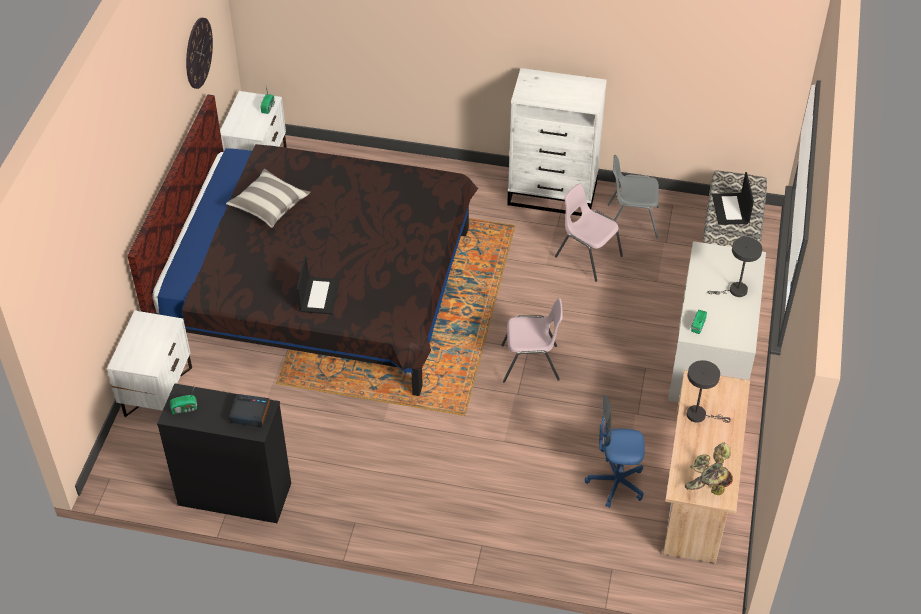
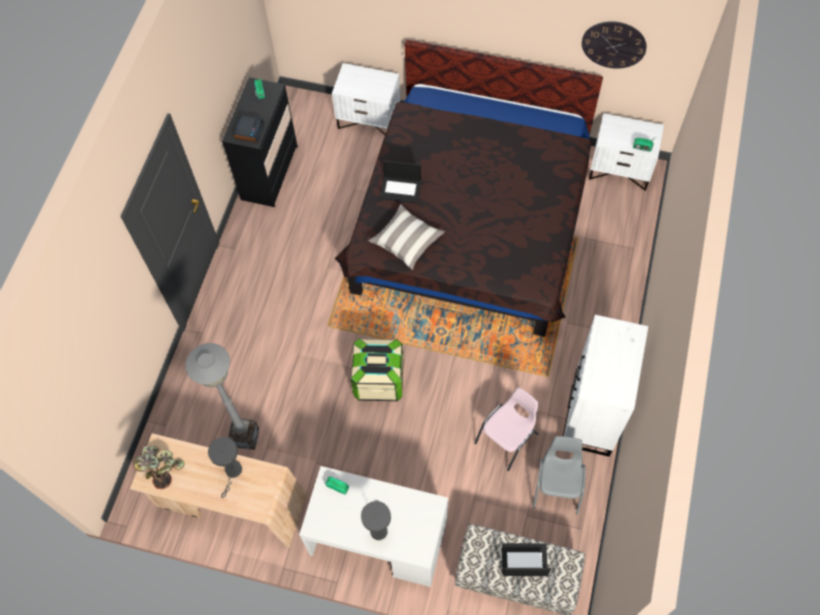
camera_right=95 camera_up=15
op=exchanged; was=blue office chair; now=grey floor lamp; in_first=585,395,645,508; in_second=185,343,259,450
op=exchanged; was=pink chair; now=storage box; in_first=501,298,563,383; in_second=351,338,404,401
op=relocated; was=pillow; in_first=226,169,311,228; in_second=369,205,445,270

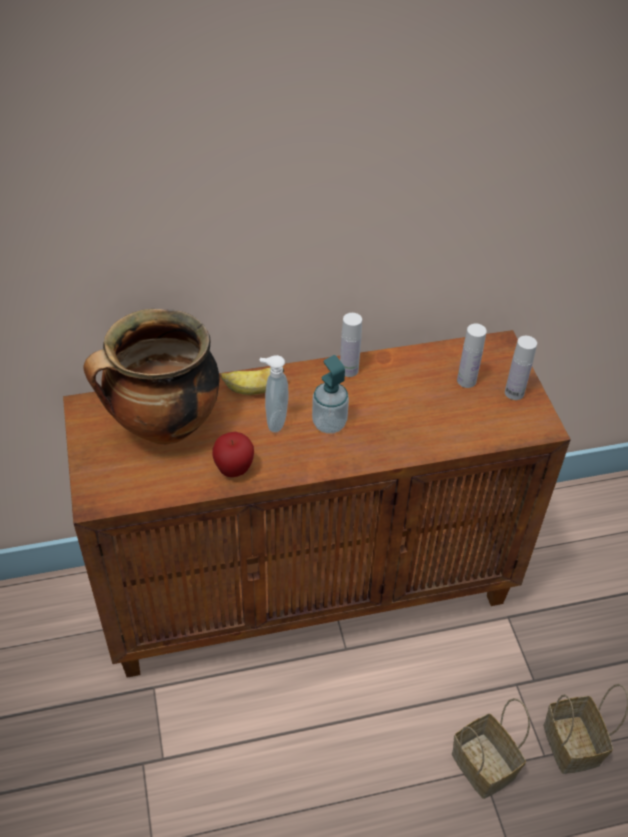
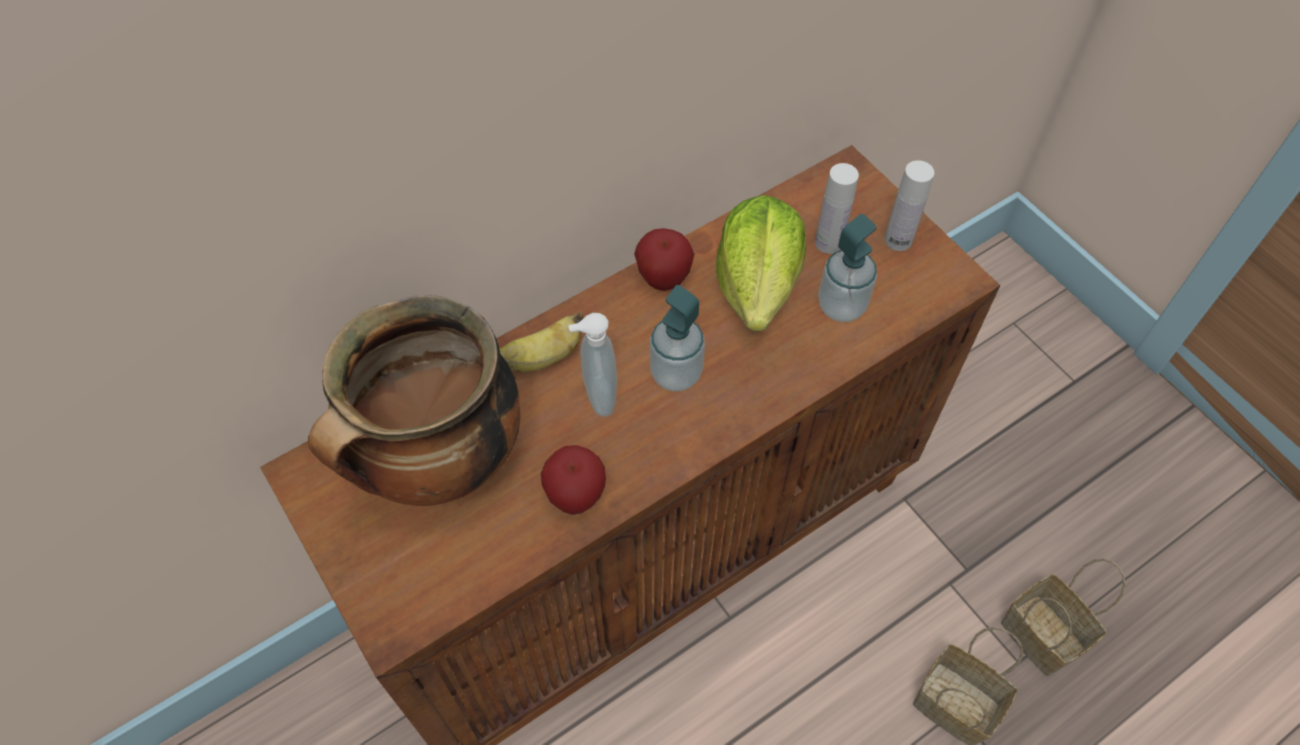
camera_right=-20 camera_up=10
op=exchanged; was=white bottle; now=apple; in_first=340,313,362,377; in_second=634,228,694,291
op=appeared; now=lettuce; in_second=716,195,806,331
op=appeared; now=soap dispenser; in_second=818,214,877,322

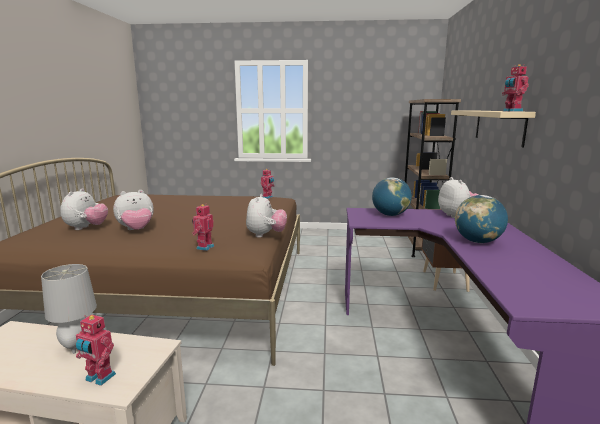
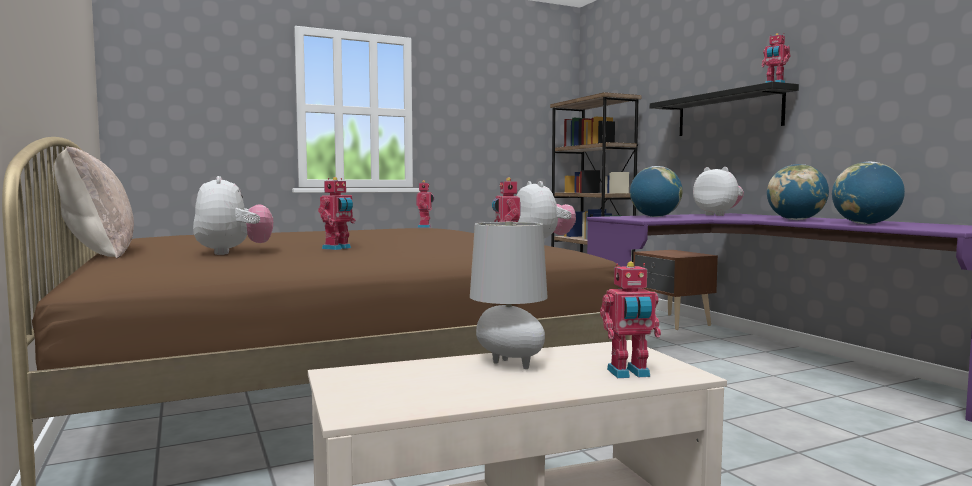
camera_right=-30 camera_up=-10
op=appeared; now=beige pillow; in_second=52,146,134,259
op=exchanged; was=plush toy; now=toy robot; in_first=113,190,154,230; in_second=318,177,356,250
op=colour; was=beige shelf; now=black shelf; in_first=451,111,536,147; in_second=650,82,799,136
op=appeared; now=globe; in_second=832,162,905,224

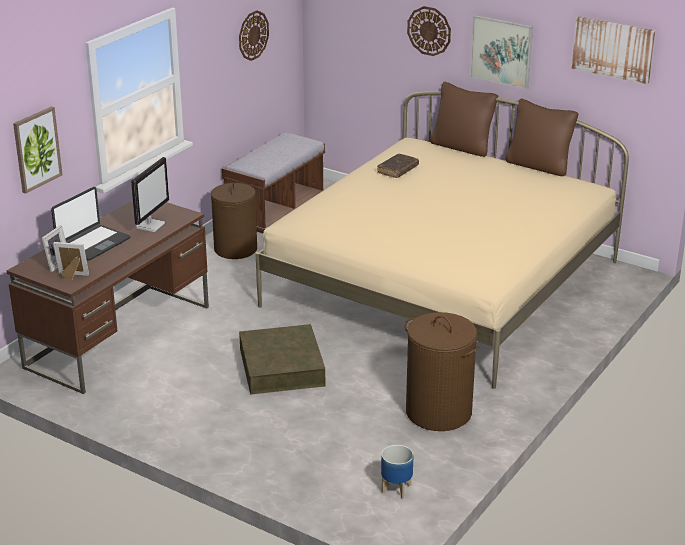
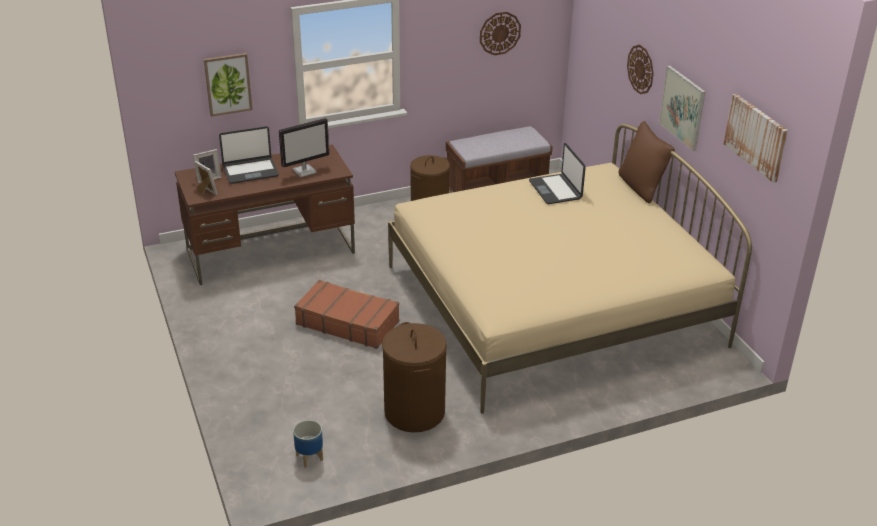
camera_right=35 camera_up=5
op=exchanged; was=brown storage box; now=brown suitcase; in_first=239,324,325,395; in_second=294,280,399,349
op=exchanged; was=brown book; now=laptop; in_first=377,154,419,178; in_second=529,143,586,204
op=missing; was=brown pillow; in_first=505,98,578,176

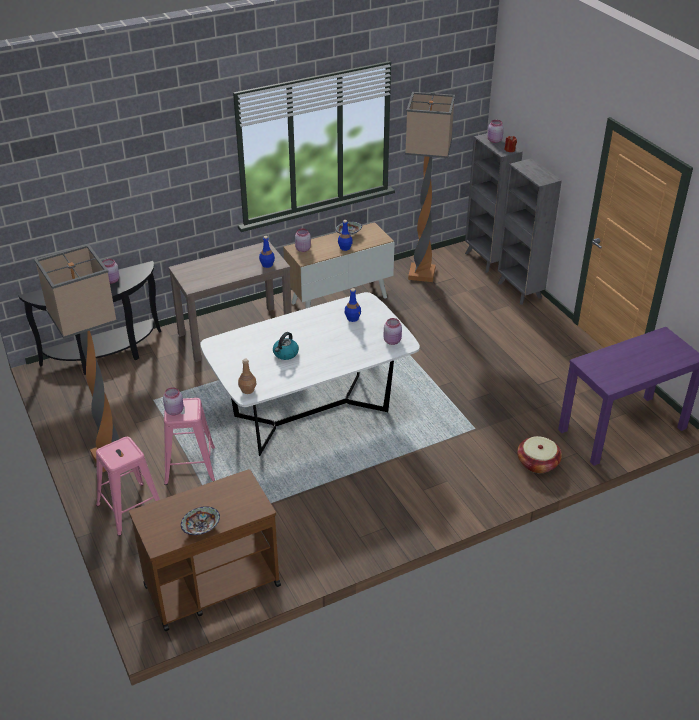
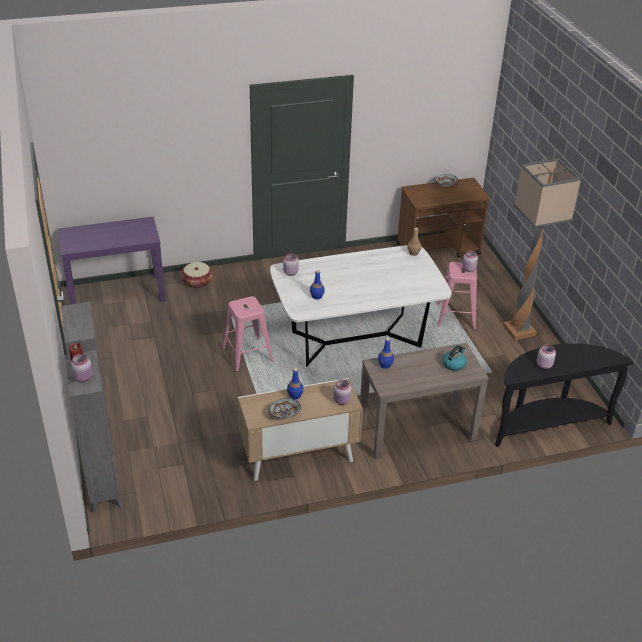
camera_right=-170 camera_up=0
op=relocated; was=pink stool; in_first=96,437,160,536; in_second=222,296,274,372
op=relocated; was=kettle; in_first=273,332,299,360; in_second=442,345,466,371
op=missing; was=floor lamp; in_first=405,92,455,282

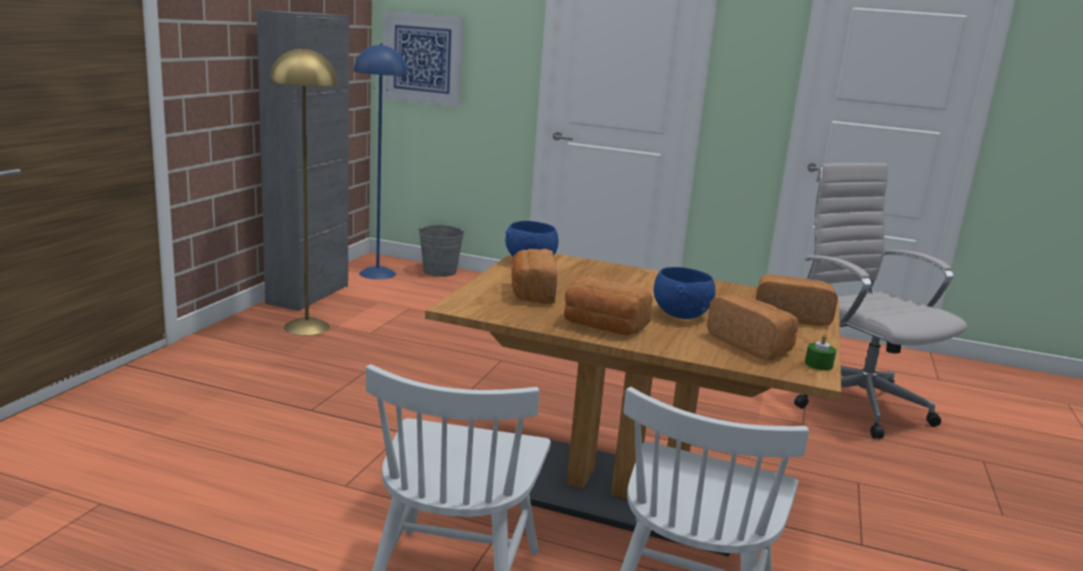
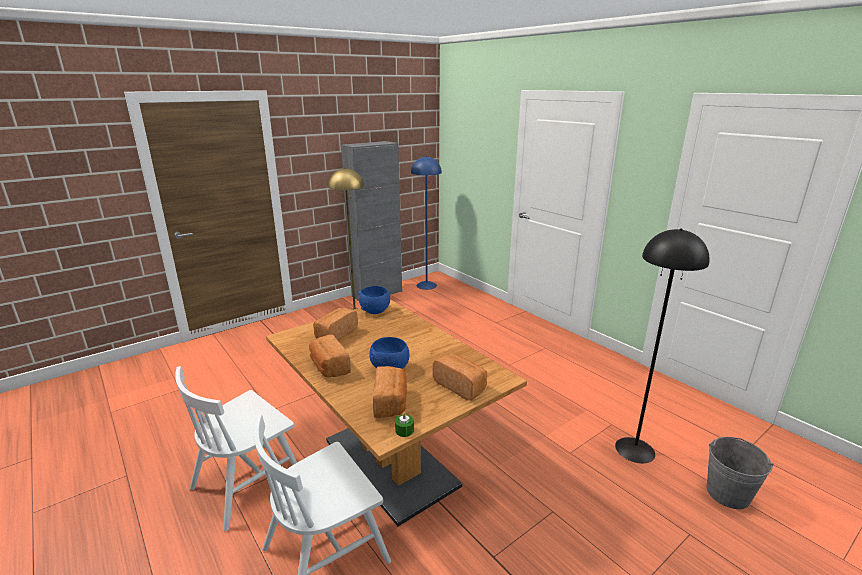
camera_right=35 camera_up=5
op=exchanged; was=white office chair; now=black floor lamp; in_first=794,163,967,439; in_second=615,229,710,463
op=relocated; was=grey bucket; in_first=419,225,465,277; in_second=707,437,774,509
op=missing; was=picture; in_first=383,11,464,107

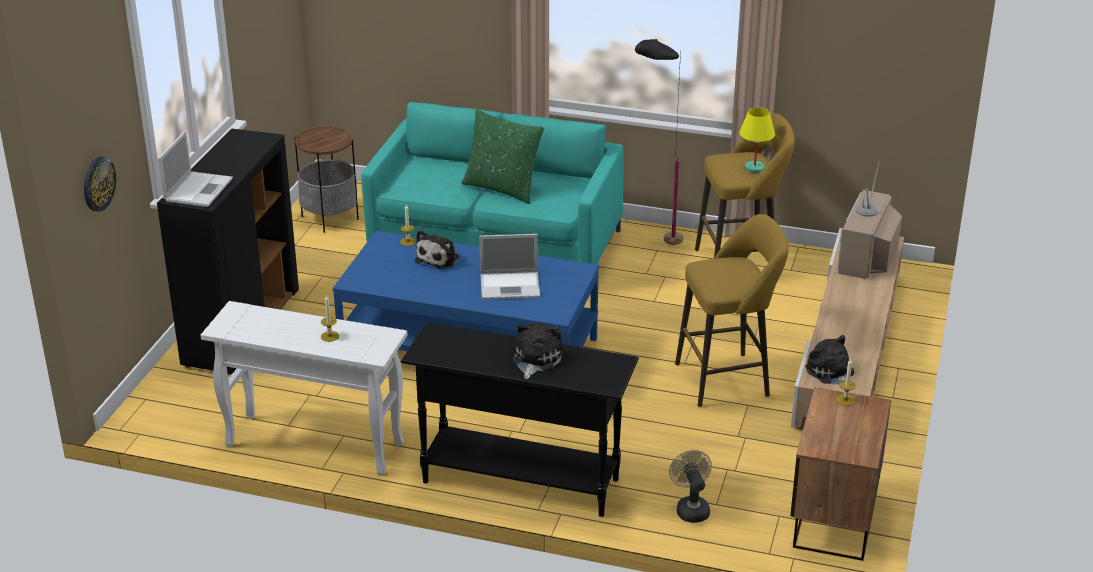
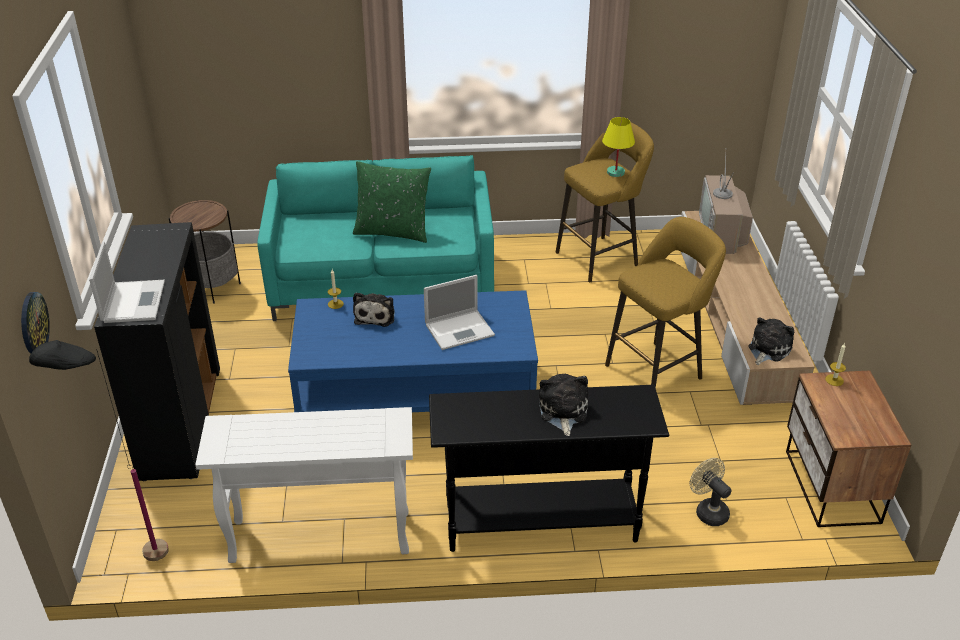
camera_right=-20 camera_up=5
op=relocated; was=black floor lamp; in_first=635,39,683,245; in_second=29,340,169,561
op=spun; was=plush toy; in_first=805,335,854,385; in_second=748,317,794,365; clockwise=90
op=missing; was=candle; in_first=321,295,339,342

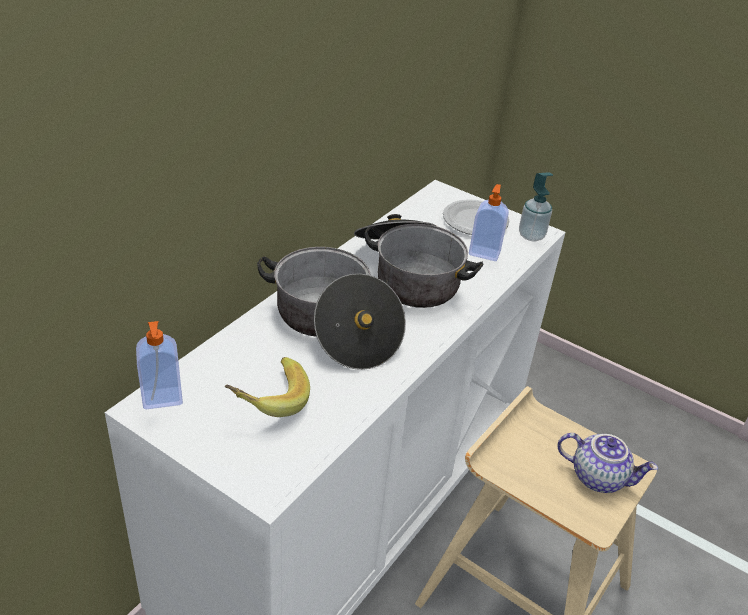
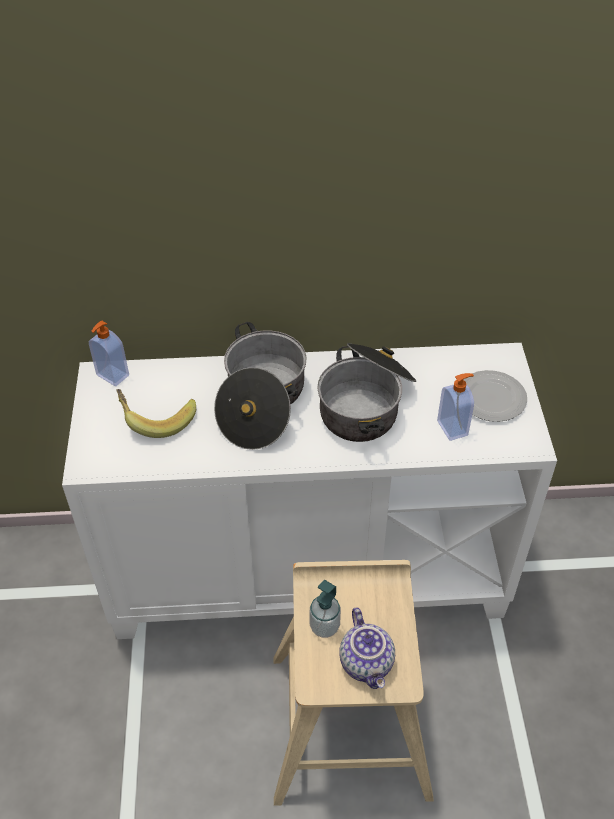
camera_right=55 camera_up=10
op=relocated; was=soap dispenser; in_first=519,172,553,241; in_second=310,580,341,638

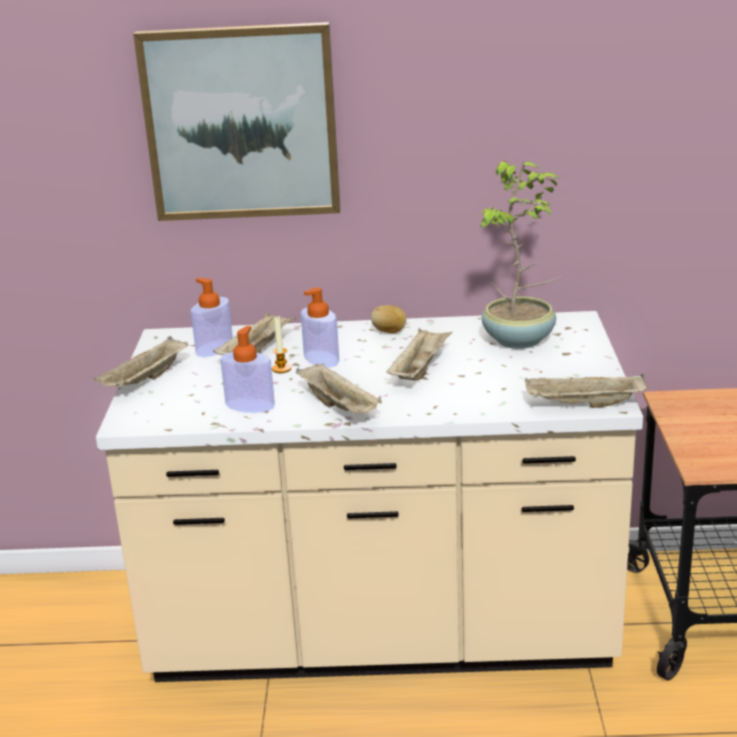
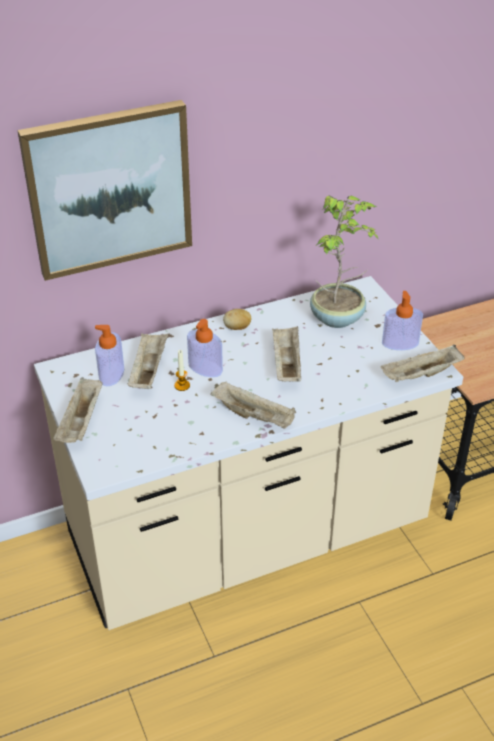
camera_right=-25 camera_up=15
op=relocated; was=soap dispenser; in_first=220,326,275,413; in_second=382,291,423,350

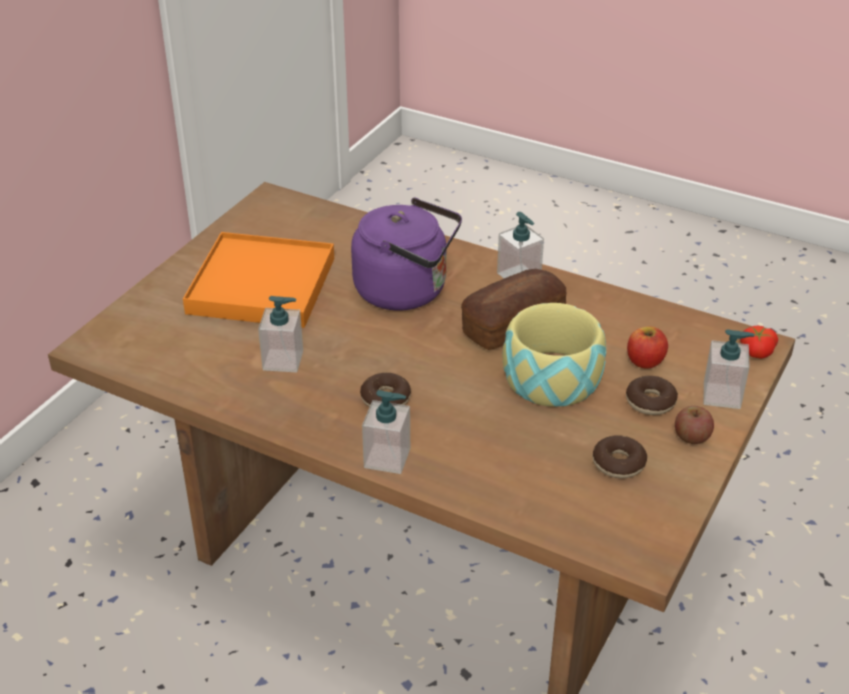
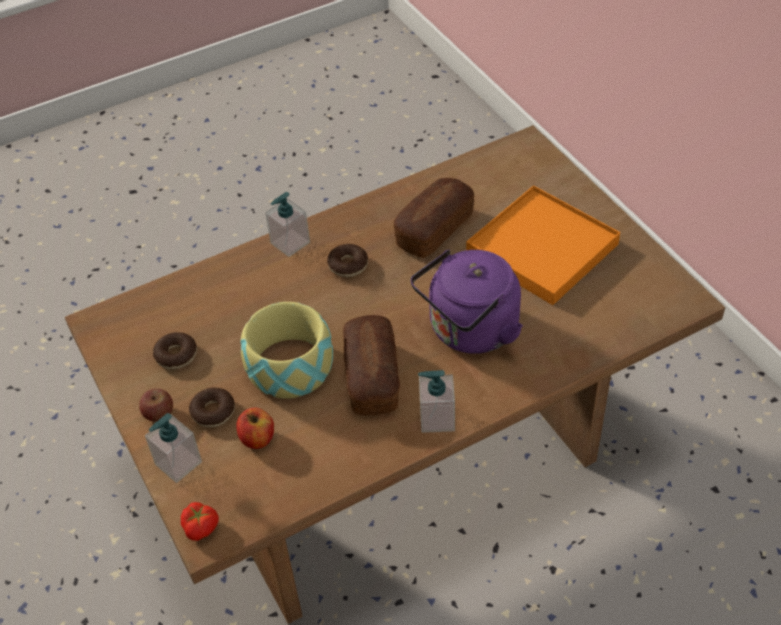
camera_right=125 camera_up=10
op=exchanged; was=soap dispenser; now=bread; in_first=258,296,303,372; in_second=394,178,474,258

